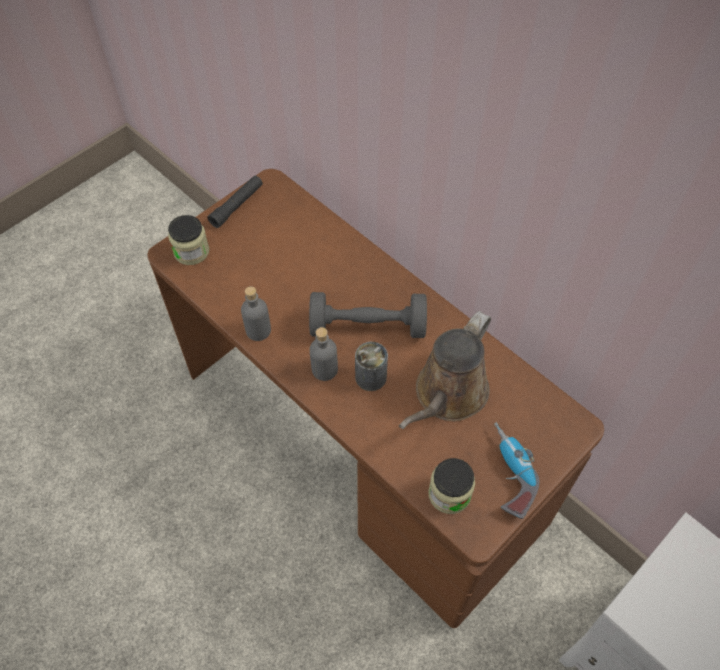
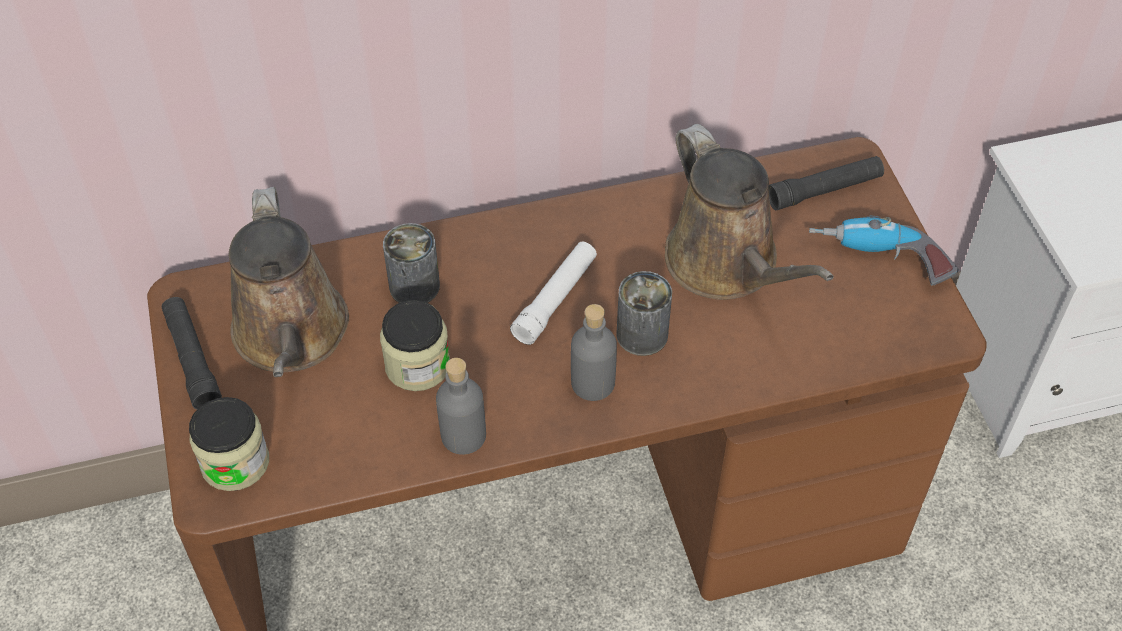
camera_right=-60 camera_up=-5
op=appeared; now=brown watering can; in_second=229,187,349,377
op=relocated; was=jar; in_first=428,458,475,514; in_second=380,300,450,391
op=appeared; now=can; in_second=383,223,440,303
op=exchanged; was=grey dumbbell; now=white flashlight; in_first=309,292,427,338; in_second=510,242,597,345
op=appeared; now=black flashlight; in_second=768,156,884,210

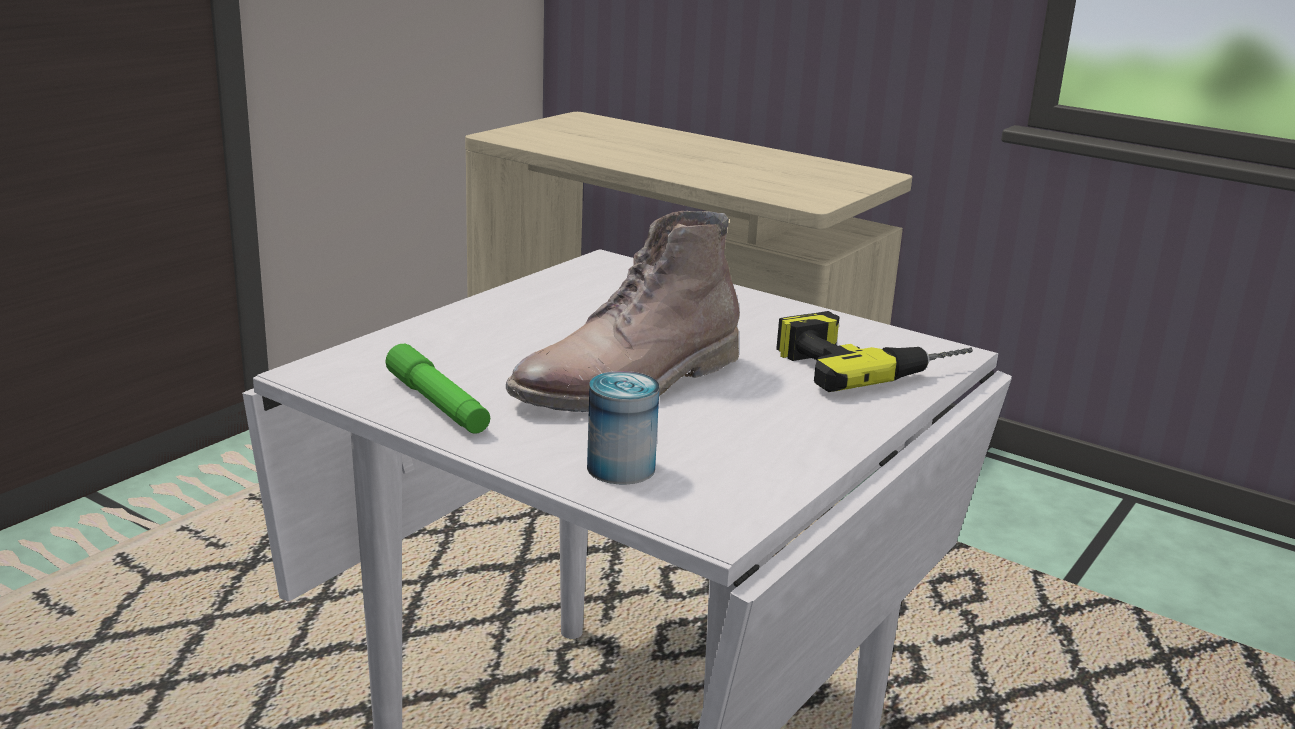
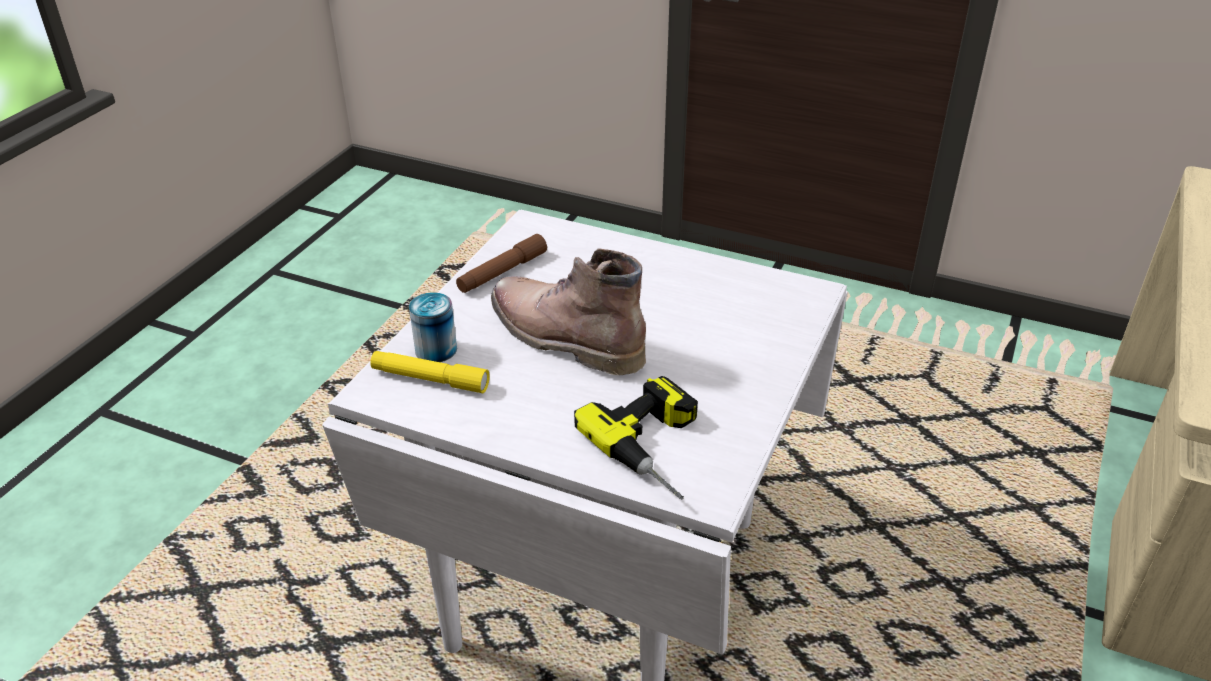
camera_right=80 camera_up=15
op=appeared; now=yellow flashlight; in_second=370,351,490,393
op=colour; was=green flashlight; now=brown flashlight; in_first=386,344,490,434; in_second=456,234,547,293

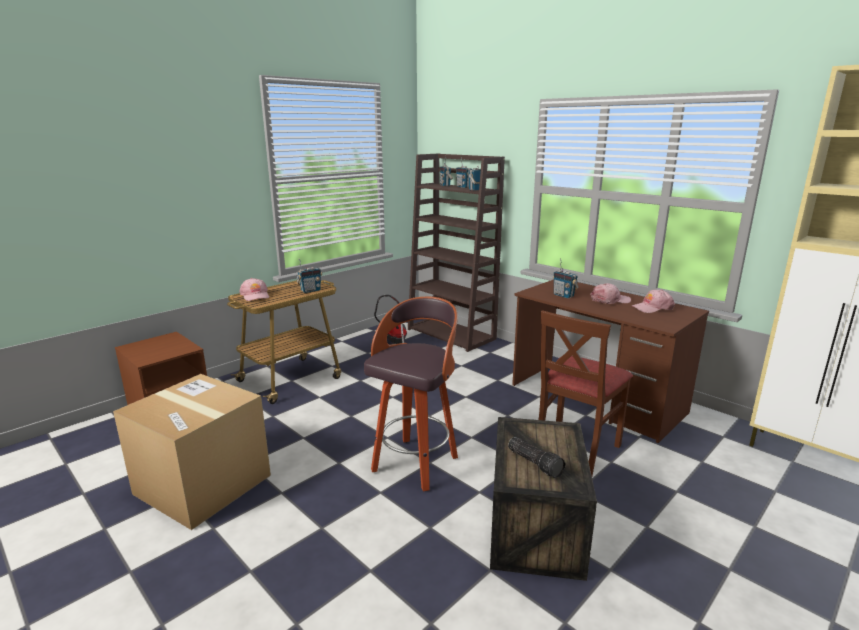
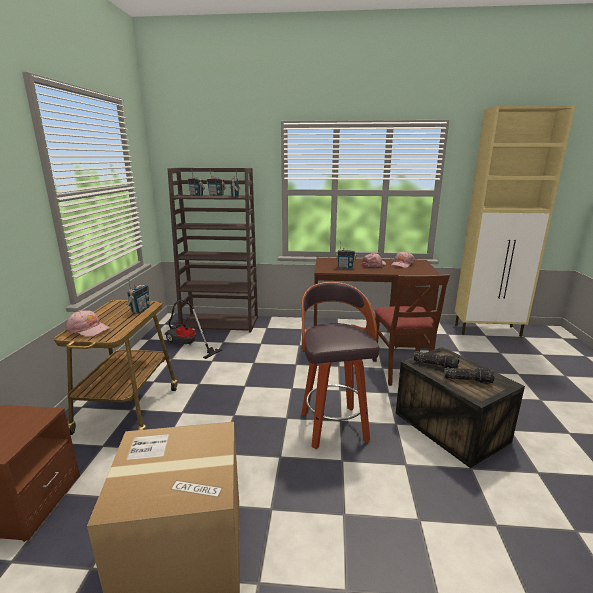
camera_right=-40 camera_up=0
op=appeared; now=flashlight; in_second=414,351,459,368

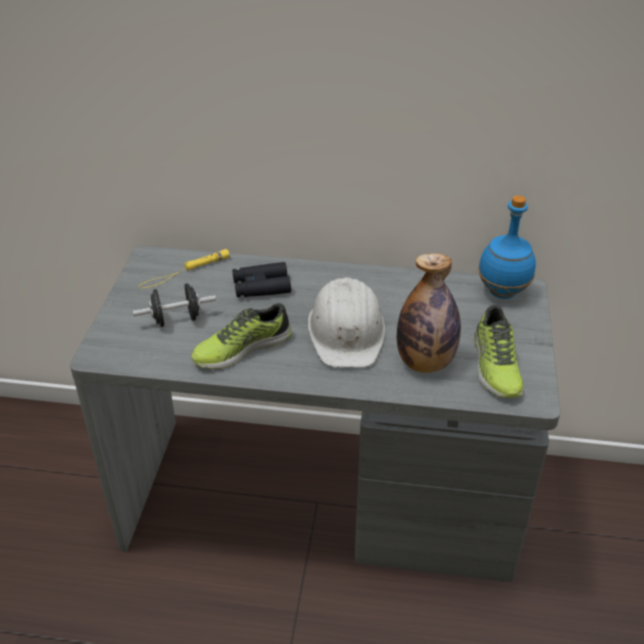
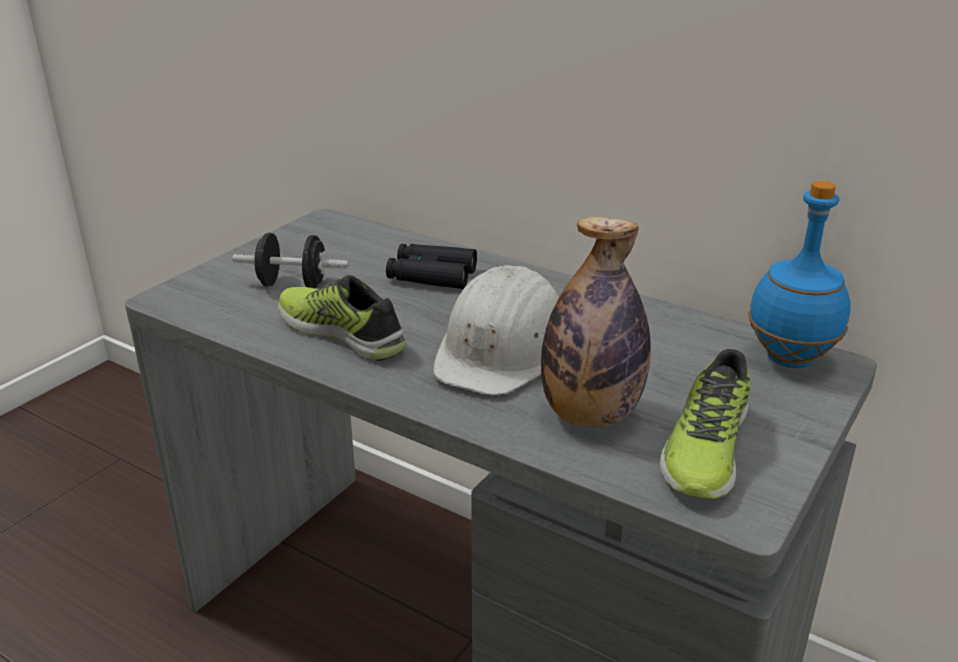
camera_right=25 camera_up=-10
op=spun; was=shoe; in_first=191,303,292,369; in_second=278,275,406,361; clockwise=45
op=missing; was=yellow flashlight; in_first=138,249,230,288

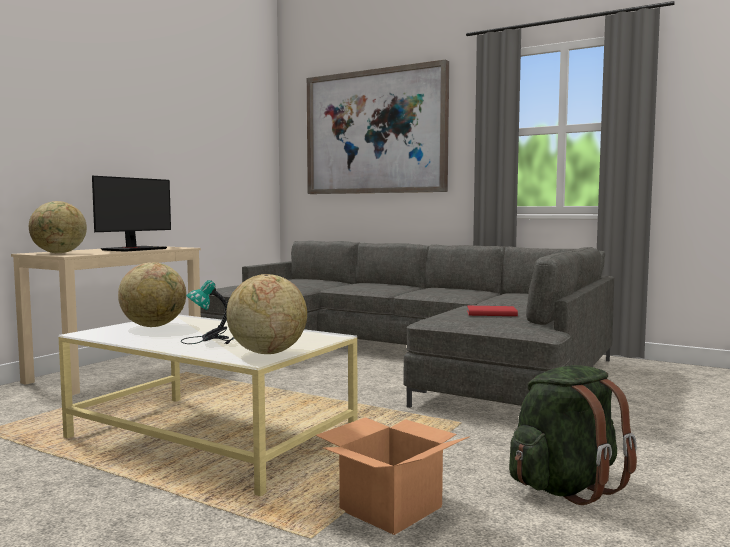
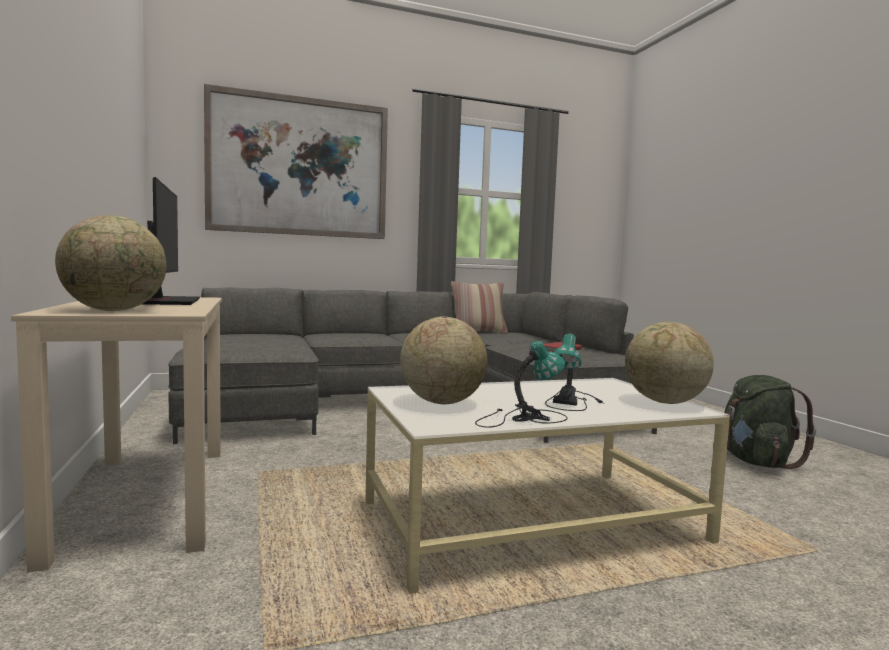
camera_right=-50 camera_up=0
op=appeared; now=pillow; in_second=451,281,508,334
op=appeared; now=table lamp; in_second=475,340,568,428
op=missing; was=cardboard box; in_first=316,417,470,535

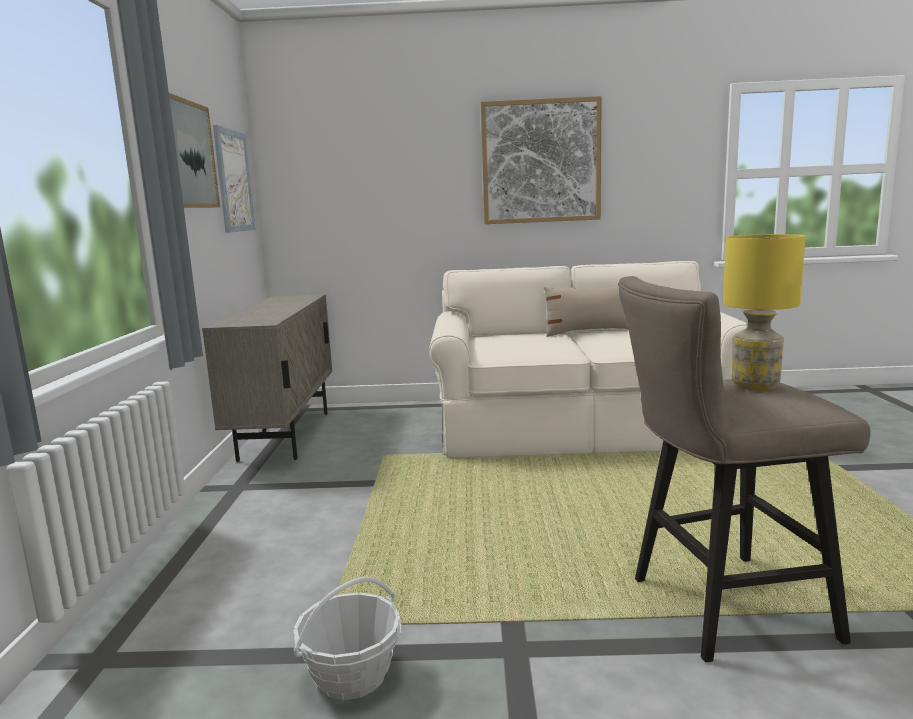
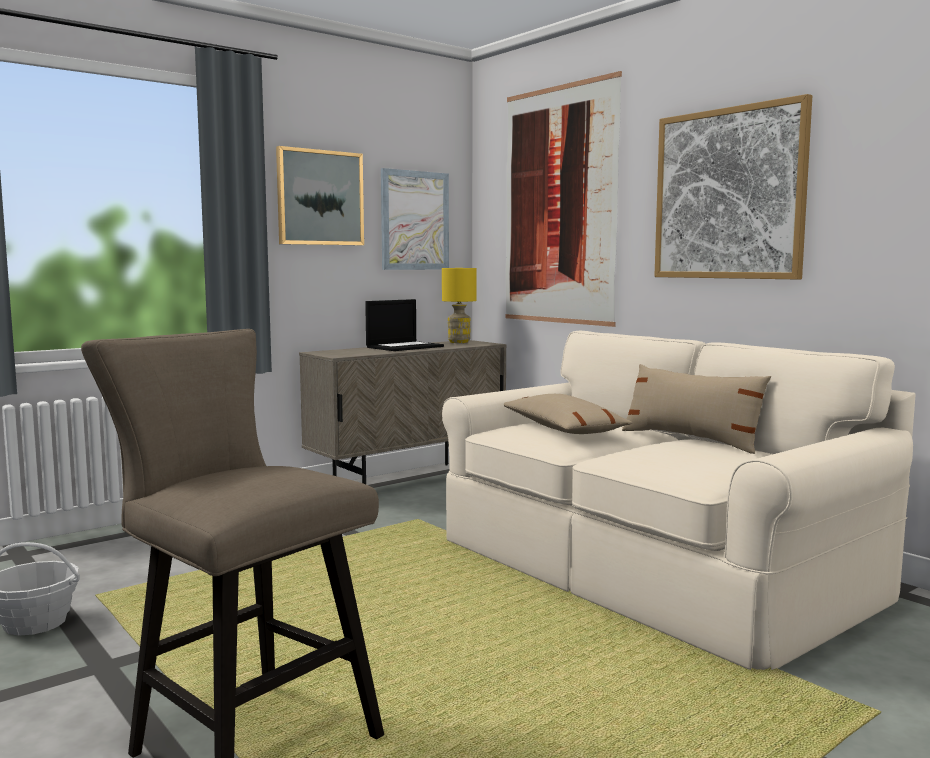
camera_right=50 camera_up=-5
op=appeared; now=laptop; in_second=365,299,444,351
op=relocated; was=yellow table lamp; in_first=723,234,806,391; in_second=442,268,477,343
op=appeared; now=beige pillow; in_second=504,394,632,434
op=appeared; now=picture; in_second=505,71,622,327

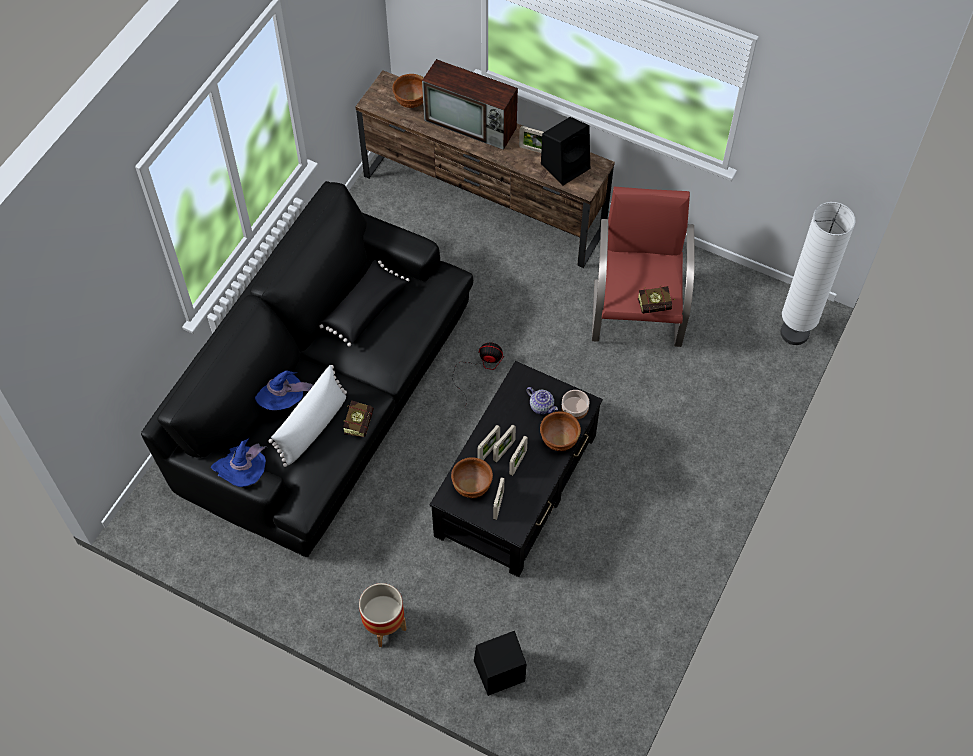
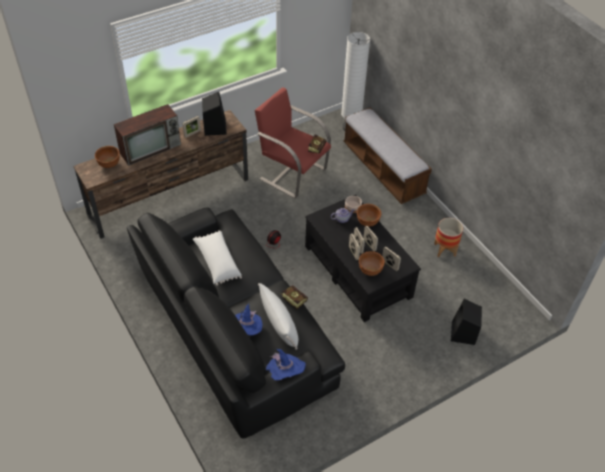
camera_right=-60 camera_up=-10
op=colour; was=black pillow; now=white pillow; in_first=319,260,409,347; in_second=193,230,242,286
op=appeared; now=bench; in_second=344,107,432,204
op=relocated; was=planter; in_first=359,583,406,647; in_second=434,218,463,258

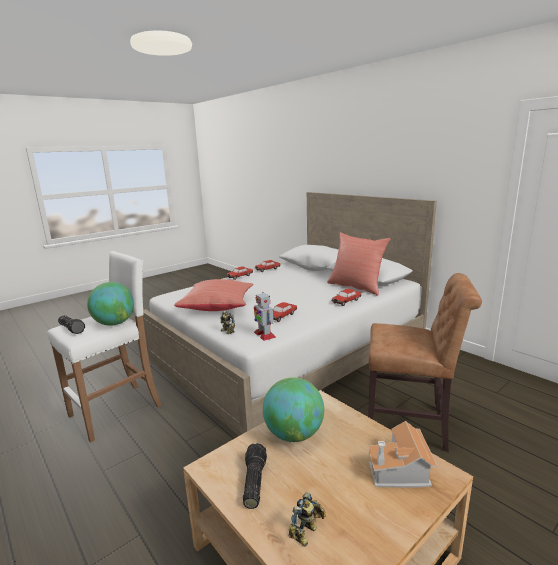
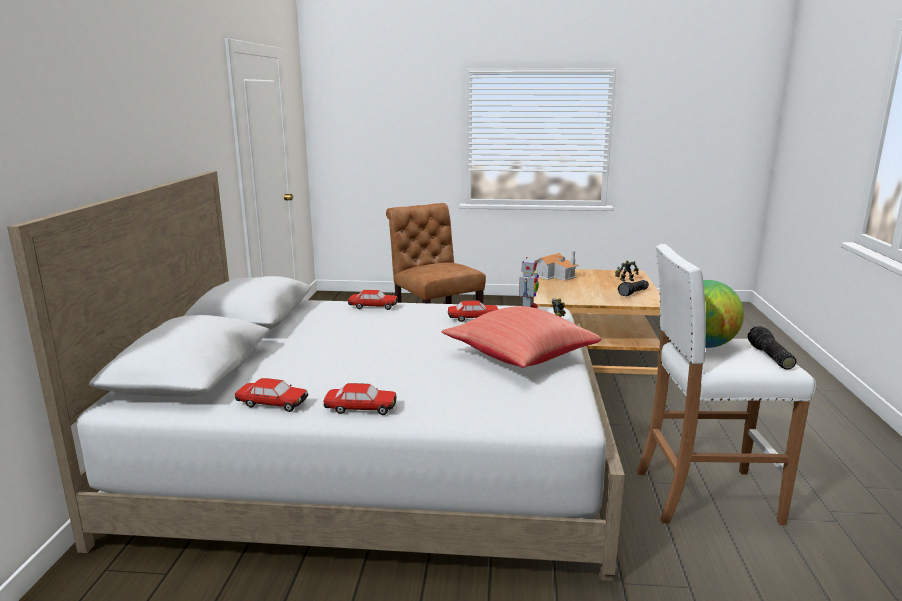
camera_right=-135 camera_up=0
op=missing; was=globe; in_first=263,377,324,442
op=missing; was=red pillow; in_first=327,232,391,296

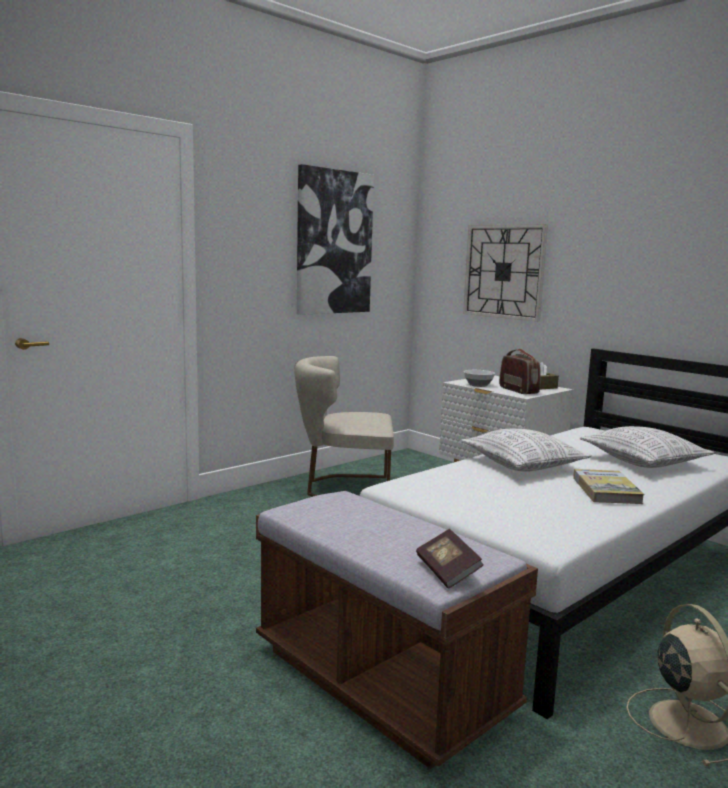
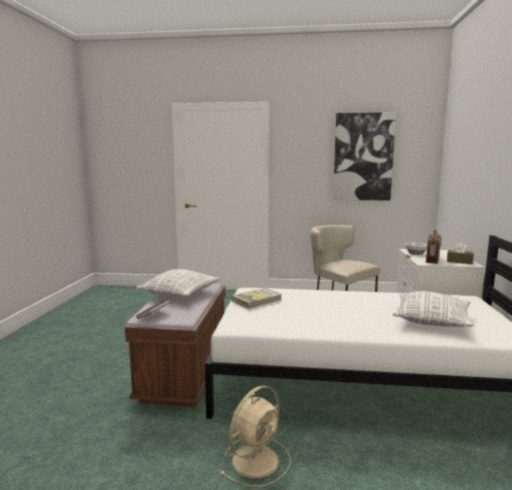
camera_right=50 camera_up=0
op=relocated; was=pillow; in_first=461,429,592,472; in_second=136,269,221,297
op=relocated; was=book; in_first=573,469,644,504; in_second=232,288,282,309
op=missing; was=wall clock; in_first=463,224,548,322

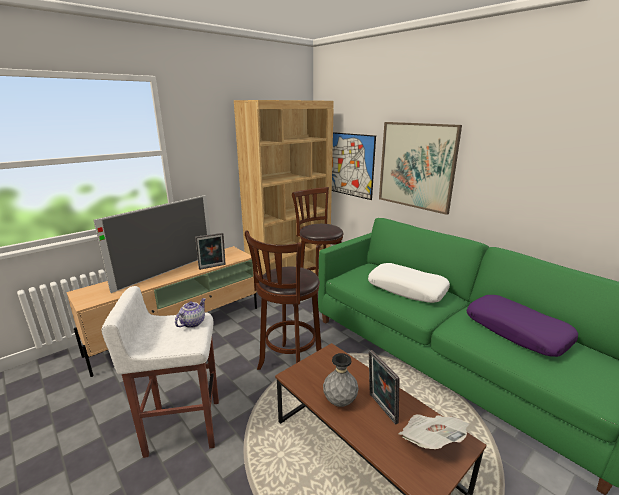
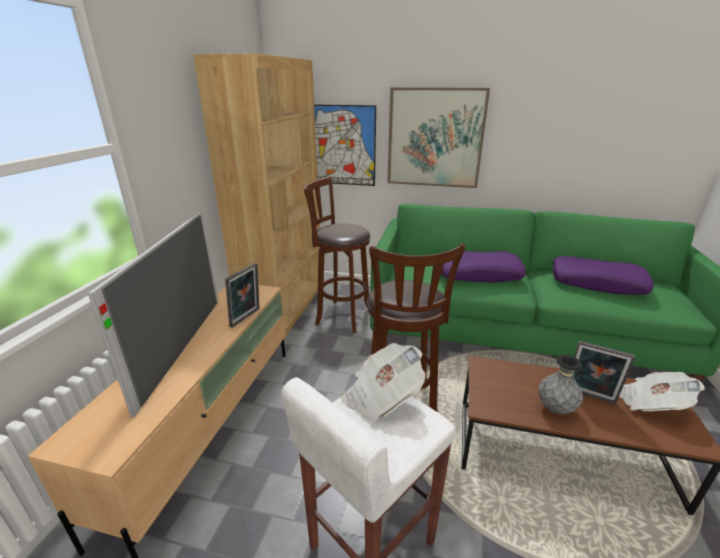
camera_right=-35 camera_up=5
op=exchanged; was=teapot; now=newspaper; in_first=175,298,206,328; in_second=341,343,425,422
op=colour; was=white pillow; now=purple pillow; in_first=368,263,450,303; in_second=441,251,526,283

